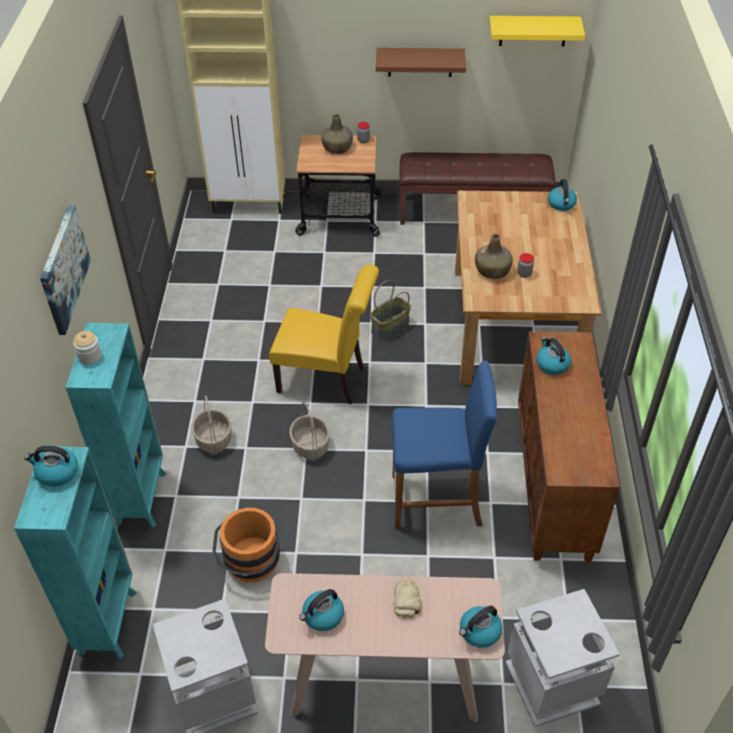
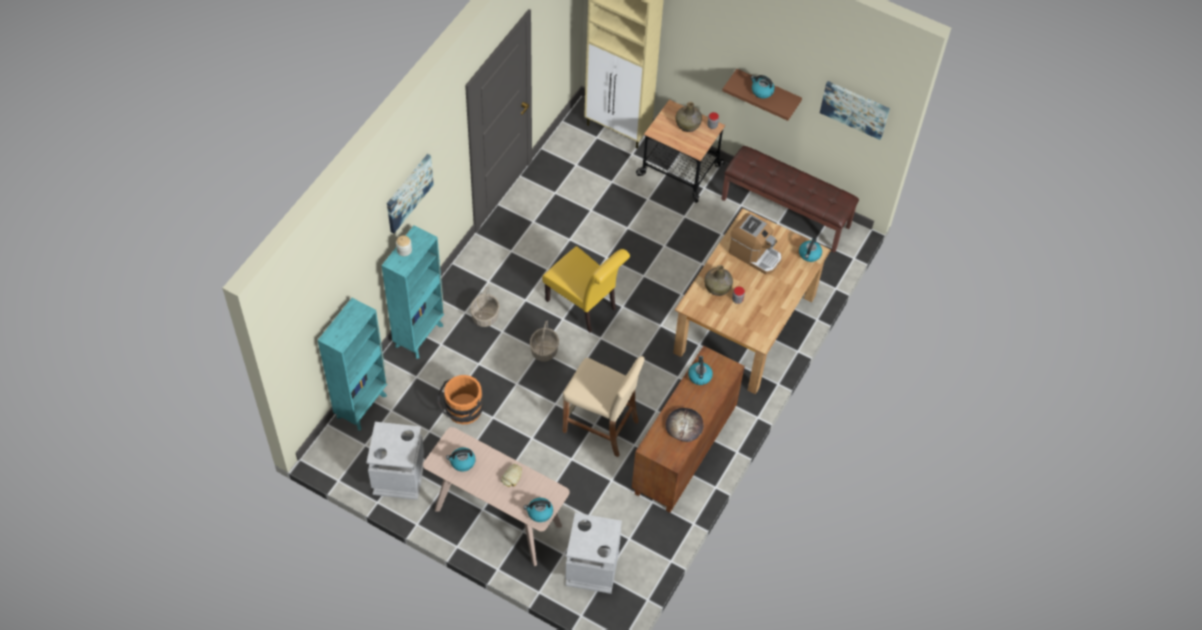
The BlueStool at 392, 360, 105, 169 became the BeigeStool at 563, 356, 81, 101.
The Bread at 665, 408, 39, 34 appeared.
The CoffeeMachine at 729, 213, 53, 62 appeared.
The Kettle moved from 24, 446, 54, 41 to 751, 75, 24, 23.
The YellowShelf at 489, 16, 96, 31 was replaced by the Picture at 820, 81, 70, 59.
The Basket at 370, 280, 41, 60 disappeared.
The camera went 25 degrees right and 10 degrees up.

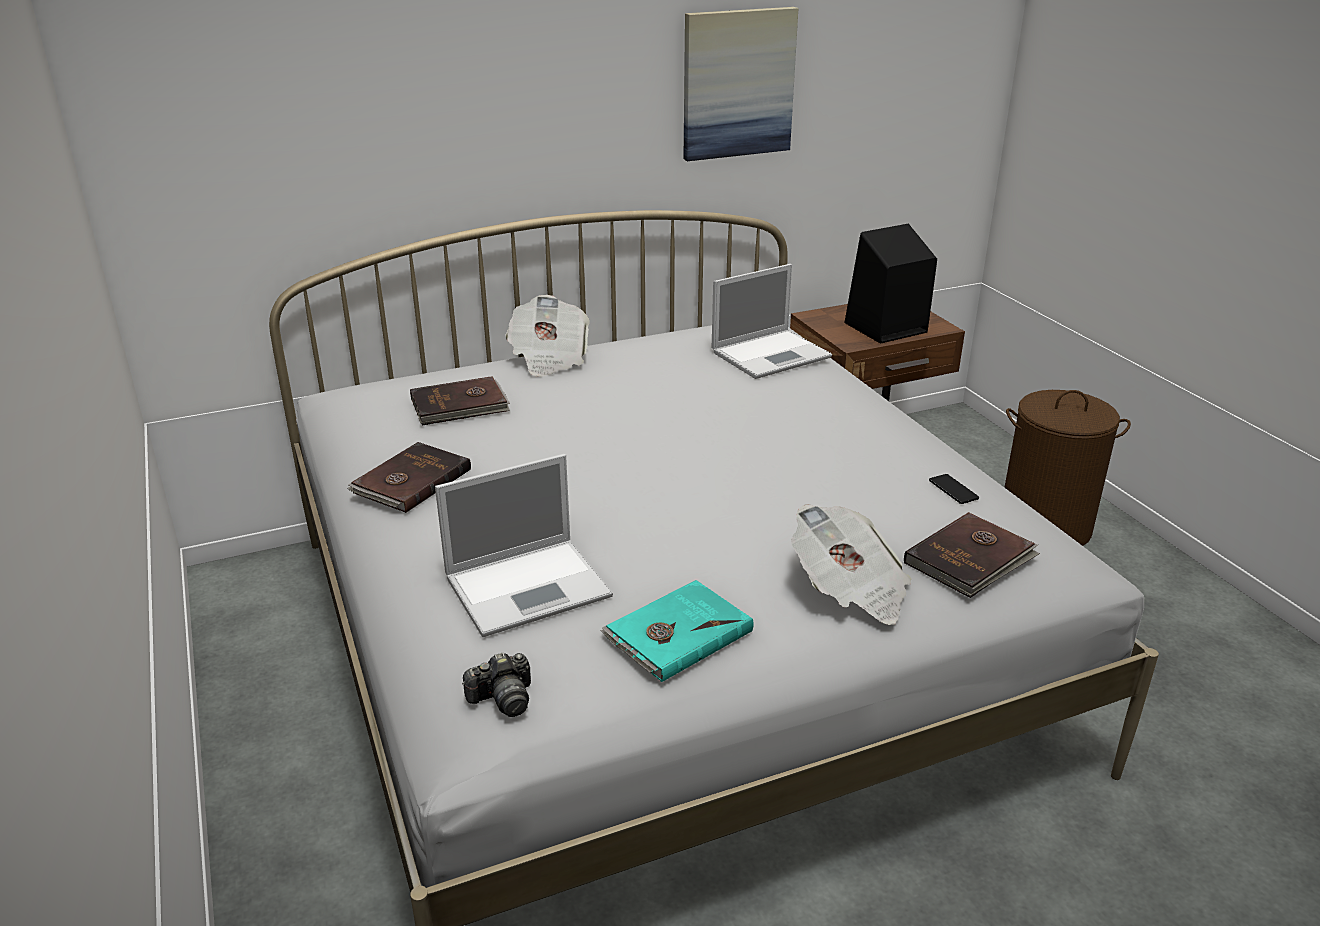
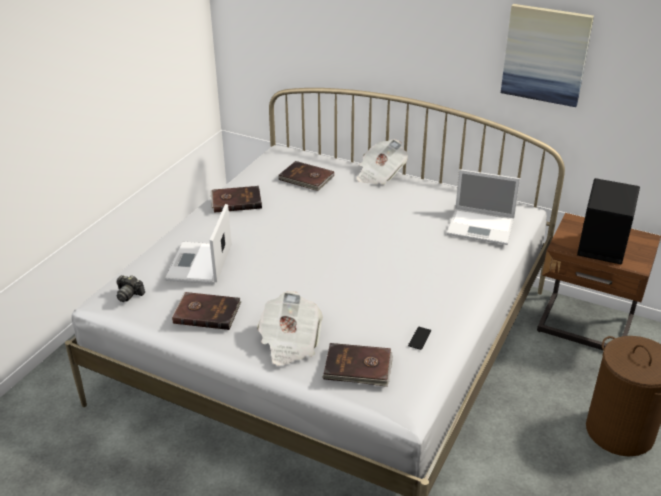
The Laptop at 435, 454, 178, 183 turned 75 degrees clockwise.
The TurquoiseBook at 601, 580, 153, 102 became the BrownBook at 172, 292, 69, 38.
The camera went 50 degrees right and 5 degrees up.

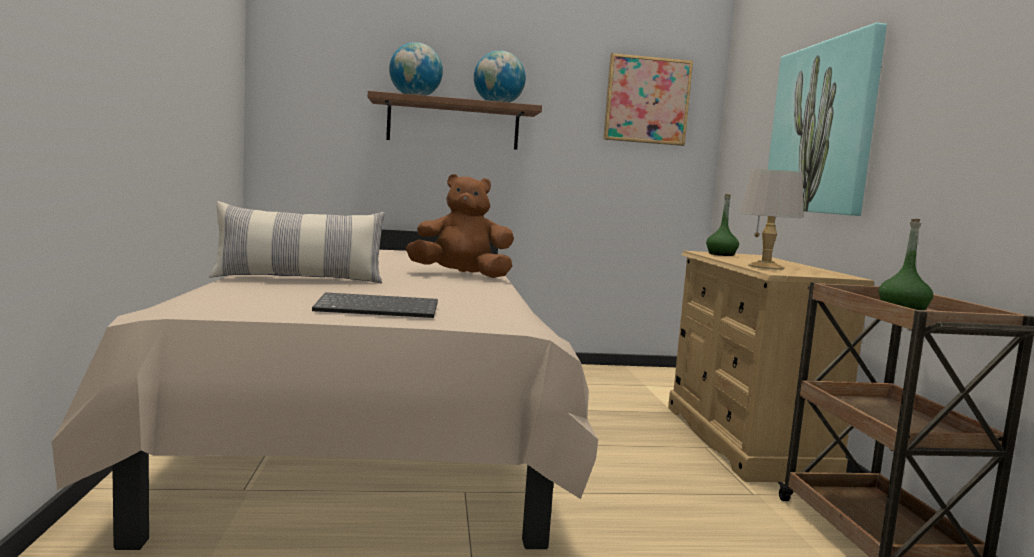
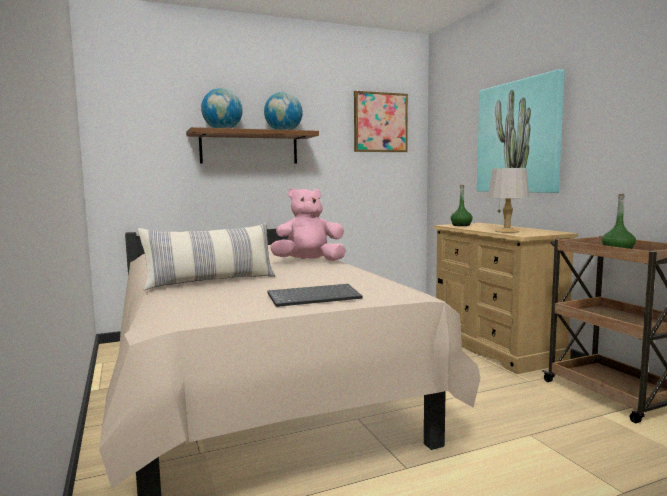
The BrownPlushToy at 406, 174, 108, 104 became the PinkPlushToy at 270, 188, 76, 73.
The camera went 15 degrees left and 0 degrees up.

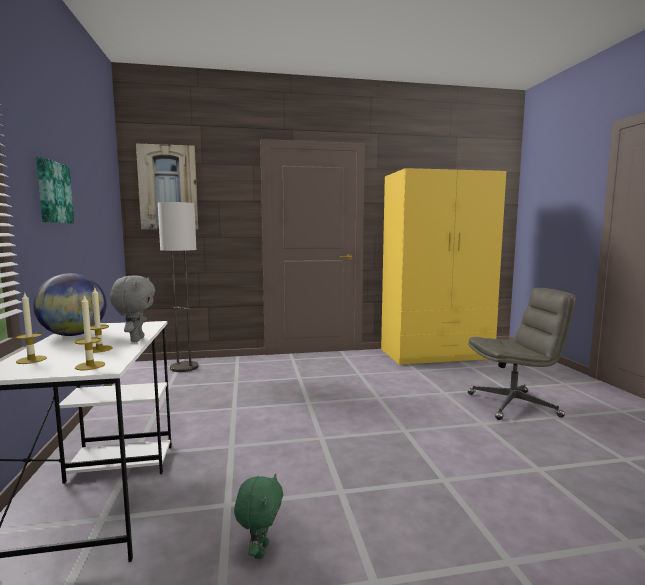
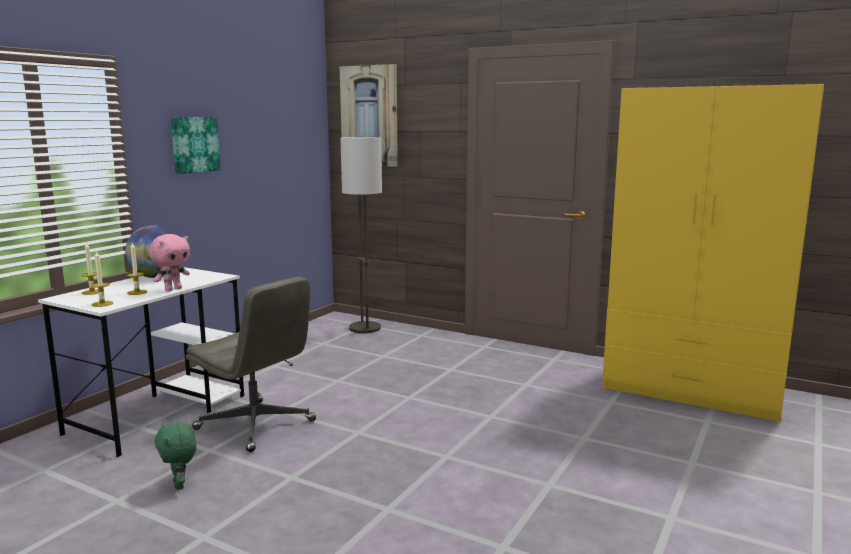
The GreyPlushToy at 110, 275, 46, 67 became the PinkPlushToy at 149, 234, 41, 57.
The GreenPlushToy at 234, 473, 49, 86 turned 105 degrees clockwise.
The GreyOfficeChair moved from 468, 288, 108, 132 to 186, 276, 130, 176.
The camera went 40 degrees right and 5 degrees up.

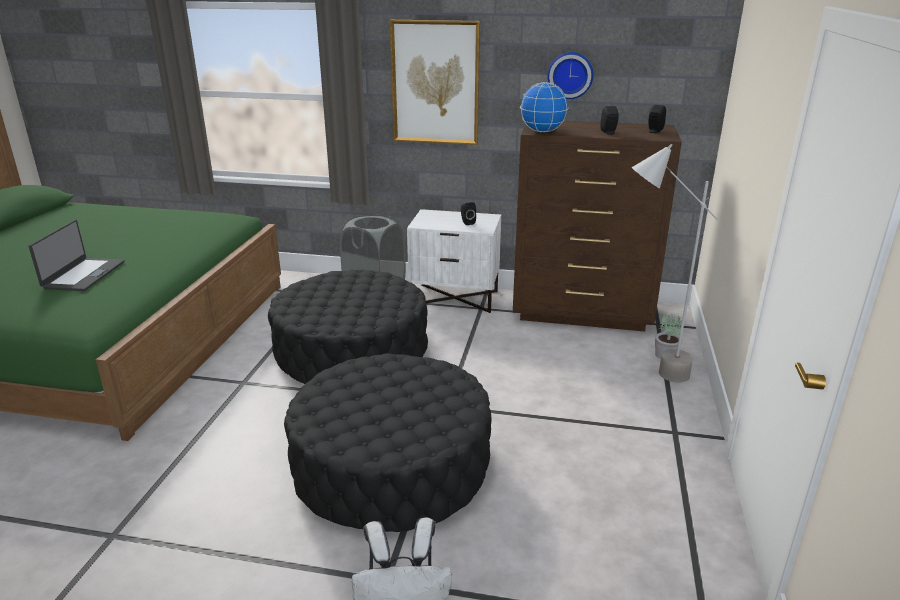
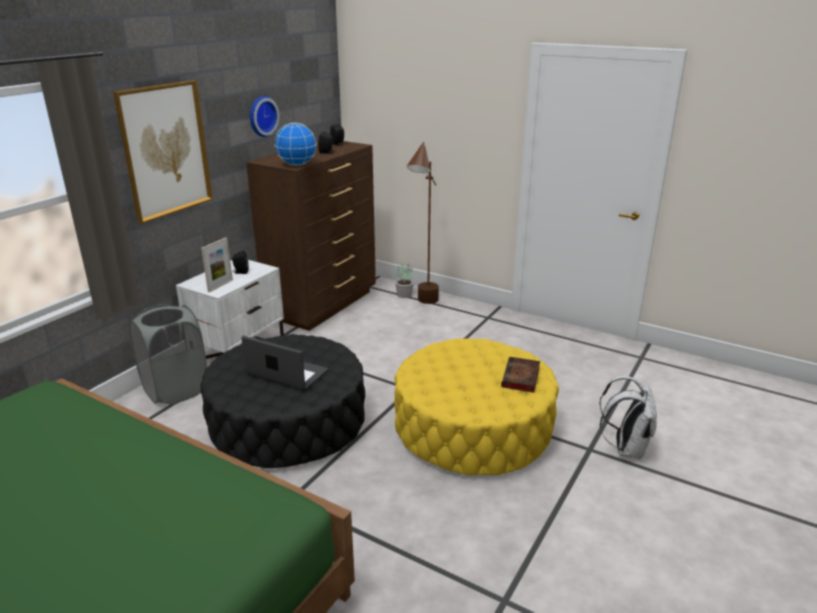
The PictureFrame at 201, 237, 32, 55 appeared.
The Laptop moved from 29, 220, 96, 71 to 241, 336, 87, 54.
The BlackOttoman at 284, 353, 207, 179 became the YellowOttoman at 394, 338, 165, 137.
The GreyFloorLamp at 632, 144, 86, 239 became the BrownFloorLamp at 406, 142, 33, 162.
The Book at 501, 357, 39, 36 appeared.
The camera went 70 degrees left and 0 degrees up.

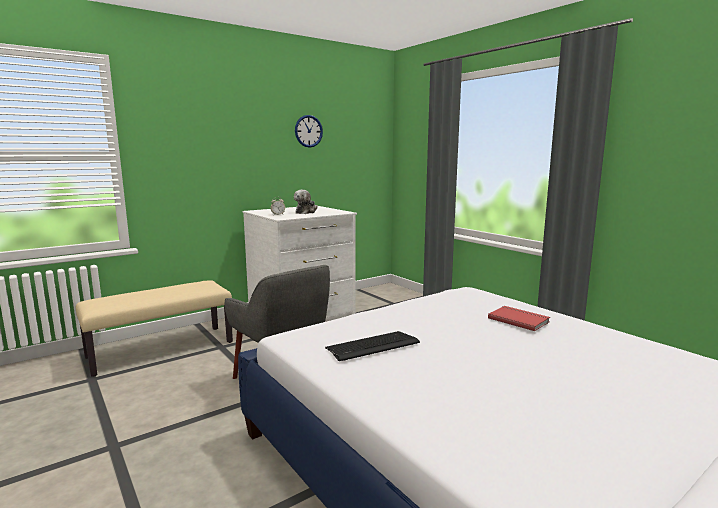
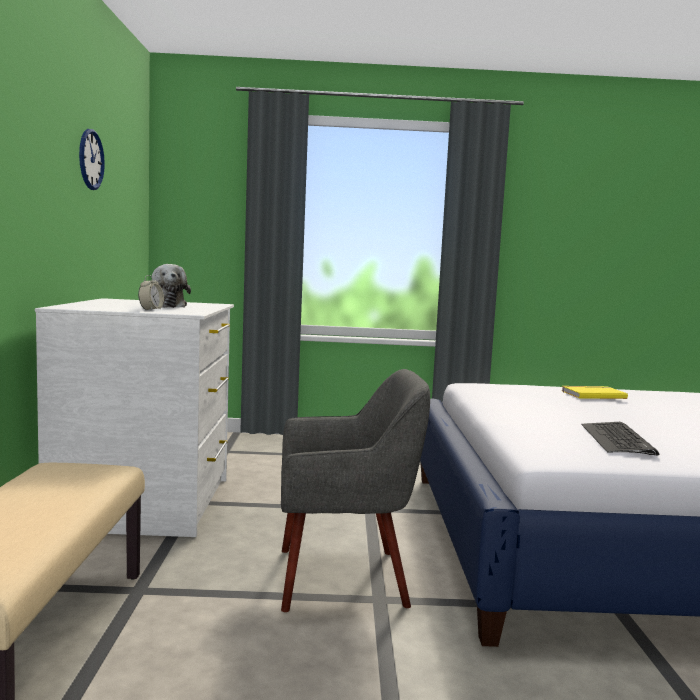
The RedBook at 488, 306, 62, 25 became the YellowBook at 562, 386, 66, 13.
The camera went 55 degrees left and 5 degrees down.

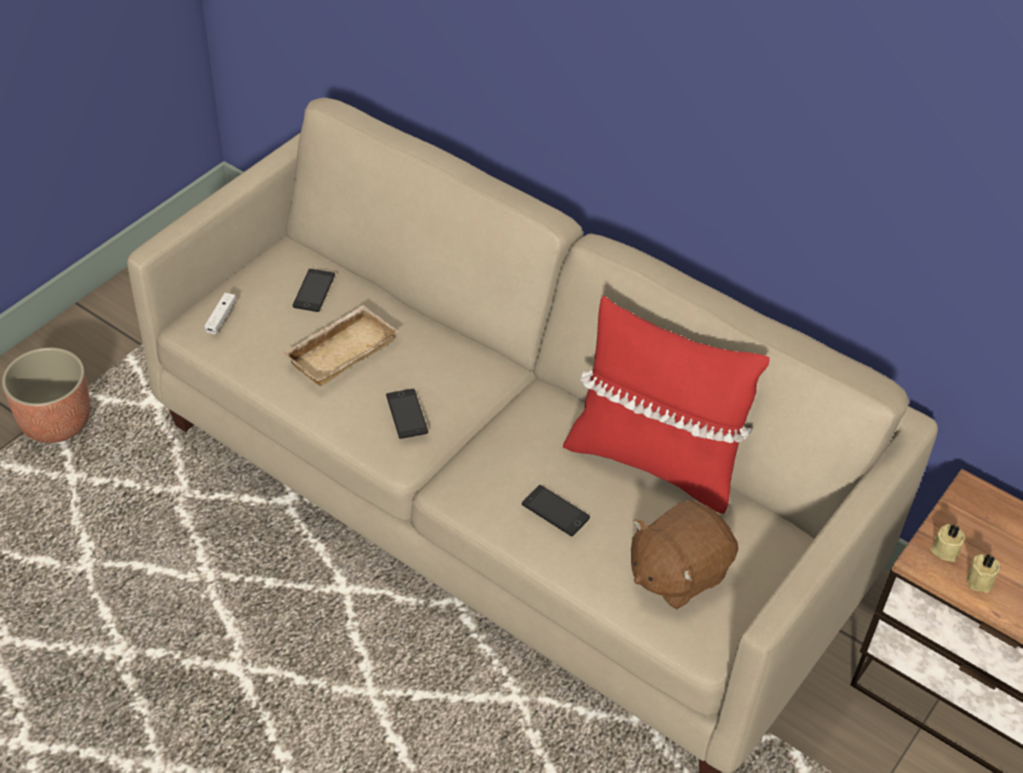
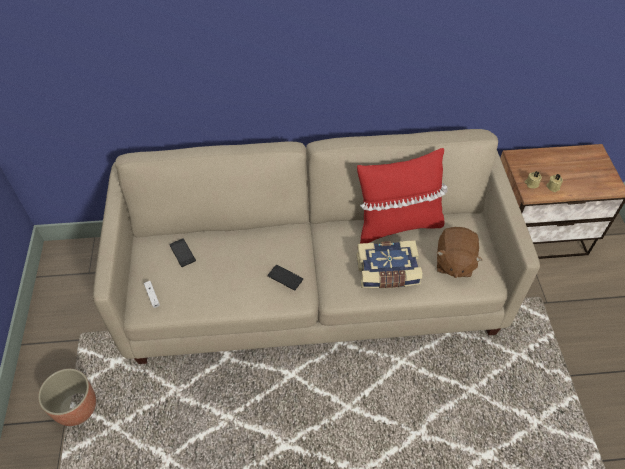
The Phone at 522, 485, 68, 52 was replaced by the Book at 357, 240, 65, 48.
The BeigeTray at 282, 305, 117, 81 disappeared.
The camera went 40 degrees left and 5 degrees up.

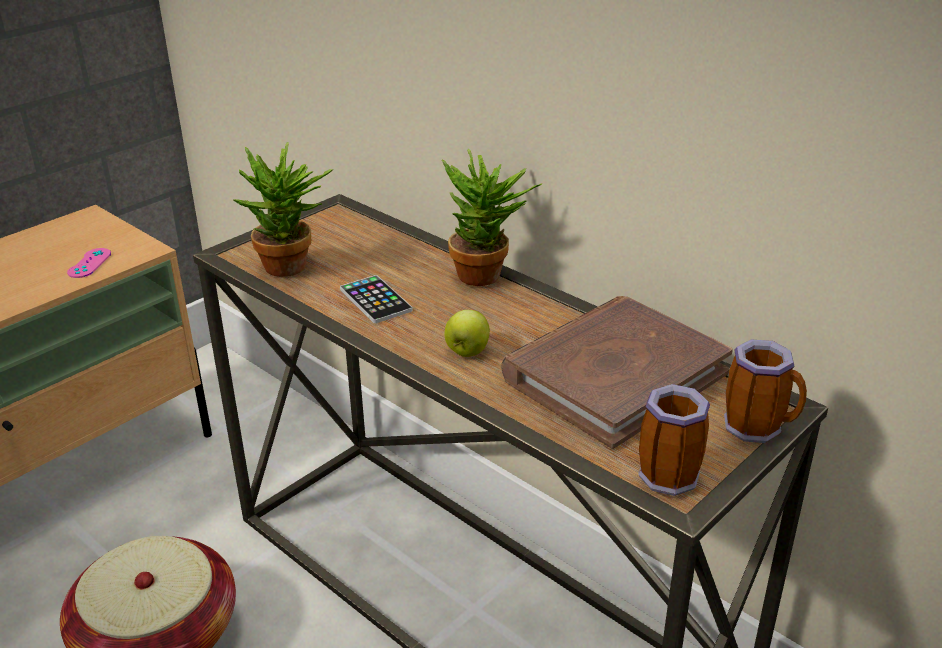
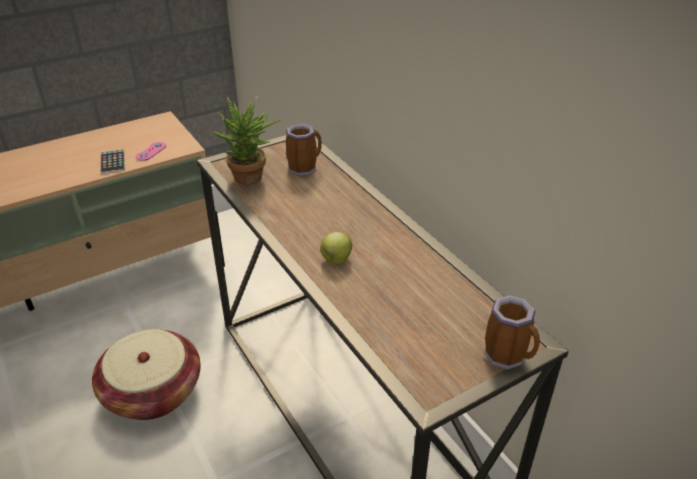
The Phone moved from 340, 275, 73, 48 to 100, 149, 25, 25.
The Mug moved from 638, 384, 72, 112 to 286, 124, 36, 52.
The PottedPlant at 441, 149, 101, 137 disappeared.
The BrownBook at 501, 296, 232, 153 disappeared.
The camera went 15 degrees right and 5 degrees up.

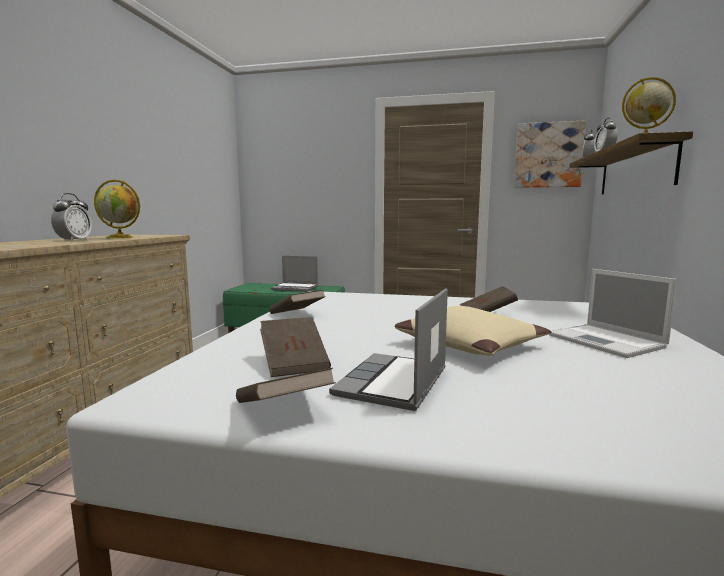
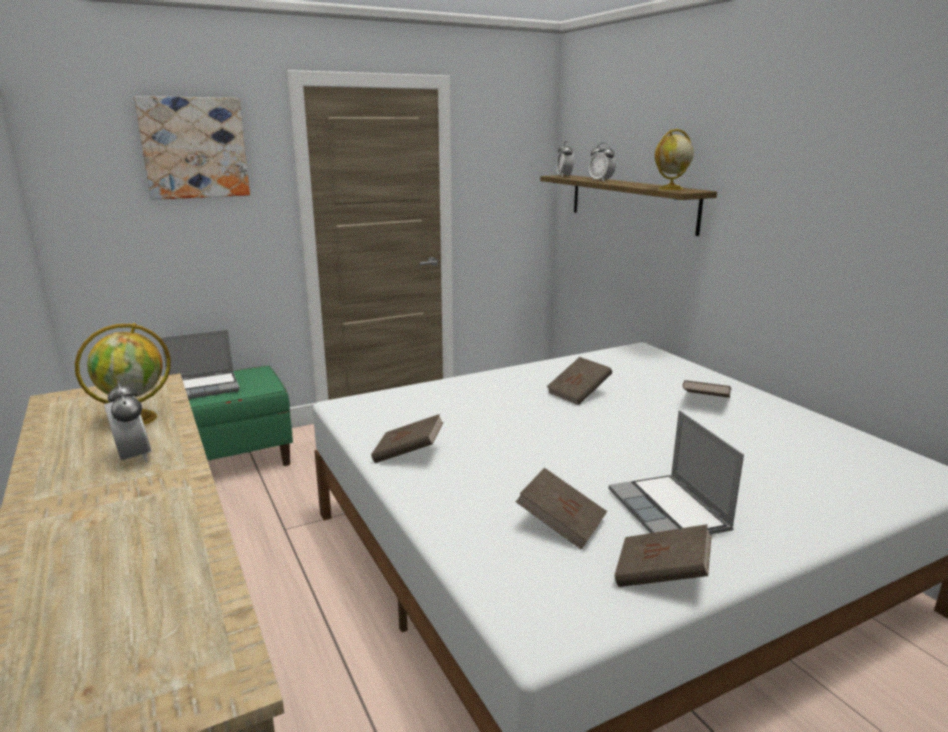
The Picture moved from 514, 121, 72, 67 to 134, 96, 116, 104.
The Laptop at 549, 269, 128, 89 was replaced by the BrownBook at 683, 380, 48, 18.
The BeigePillow at 395, 306, 156, 49 disappeared.
The camera went 40 degrees left and 10 degrees up.

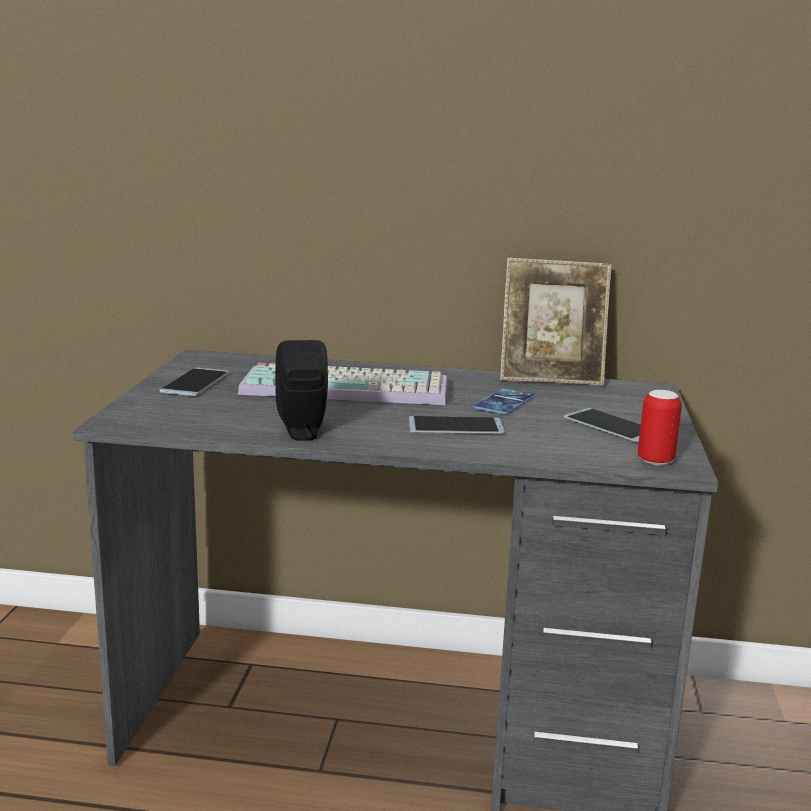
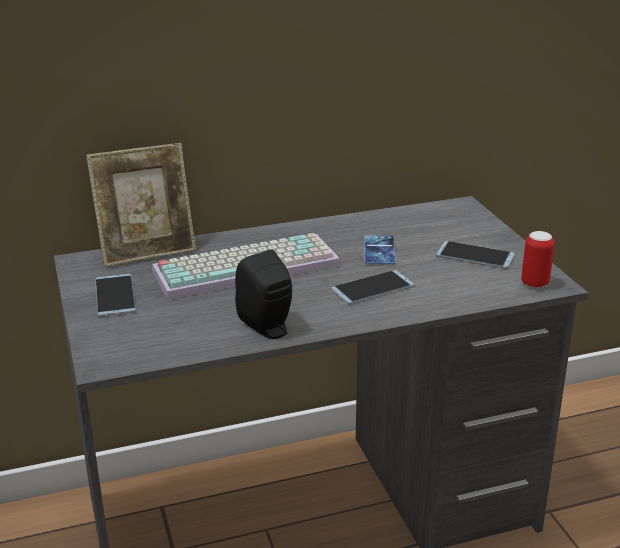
The PictureFrame moved from 500, 258, 111, 127 to 86, 143, 110, 124.
The camera went 25 degrees left and 10 degrees up.

